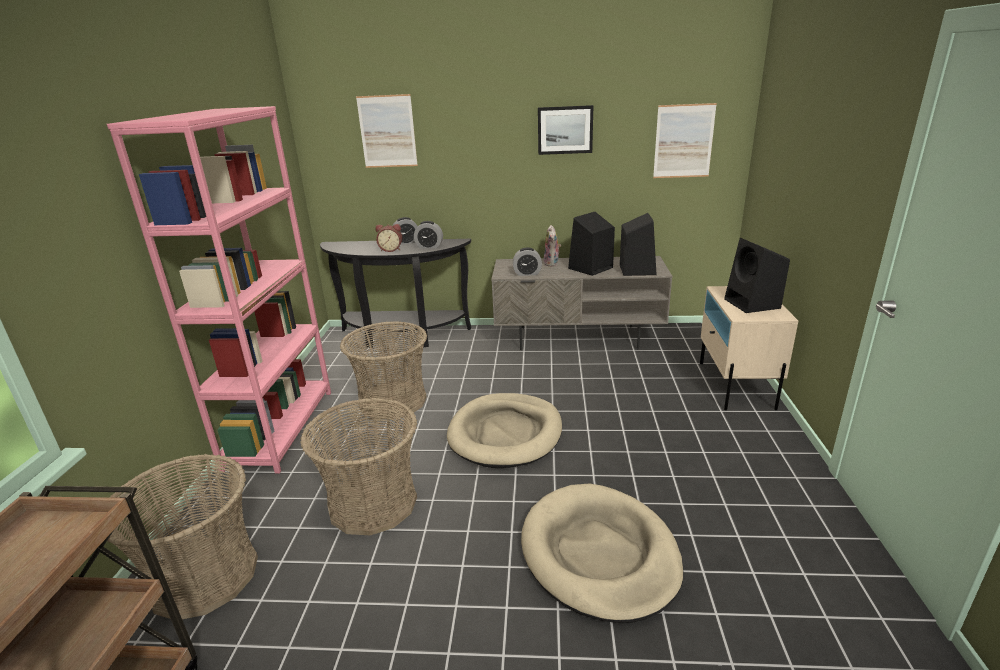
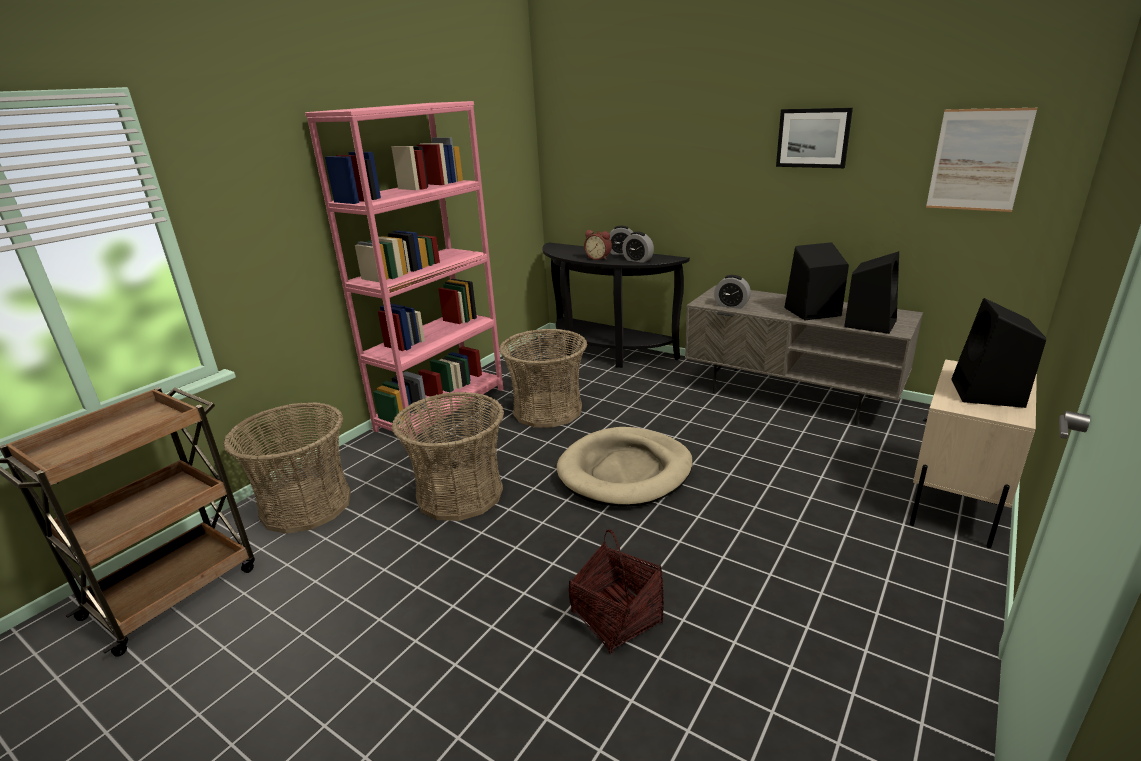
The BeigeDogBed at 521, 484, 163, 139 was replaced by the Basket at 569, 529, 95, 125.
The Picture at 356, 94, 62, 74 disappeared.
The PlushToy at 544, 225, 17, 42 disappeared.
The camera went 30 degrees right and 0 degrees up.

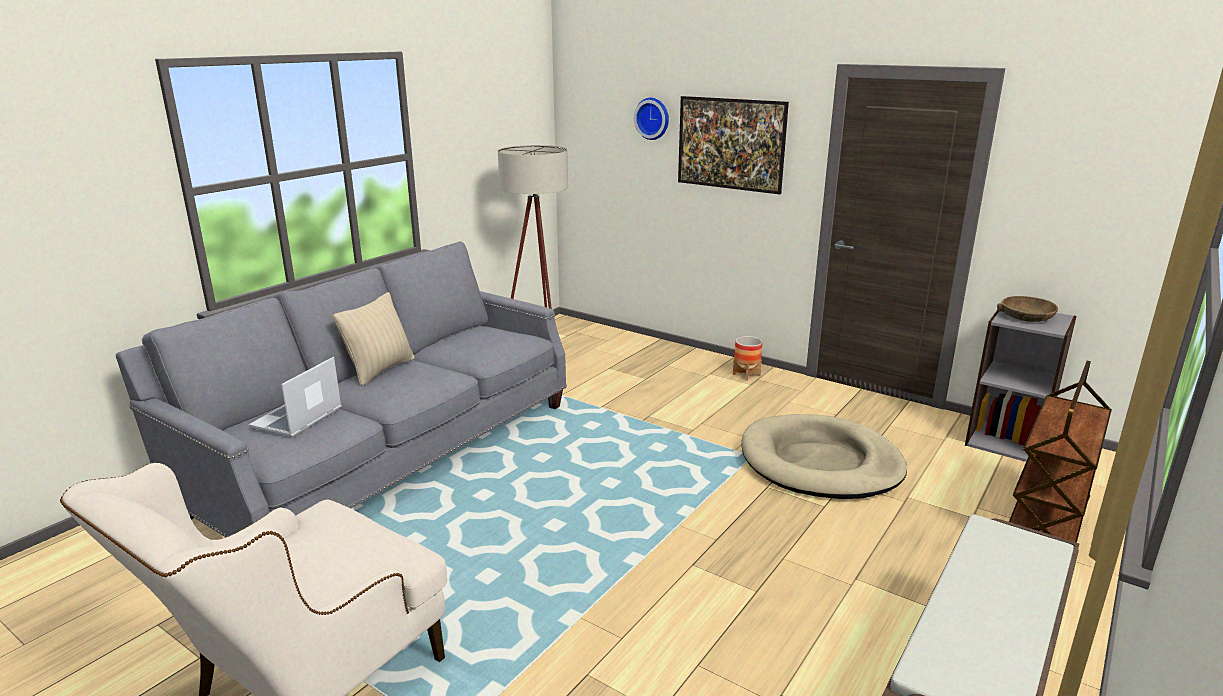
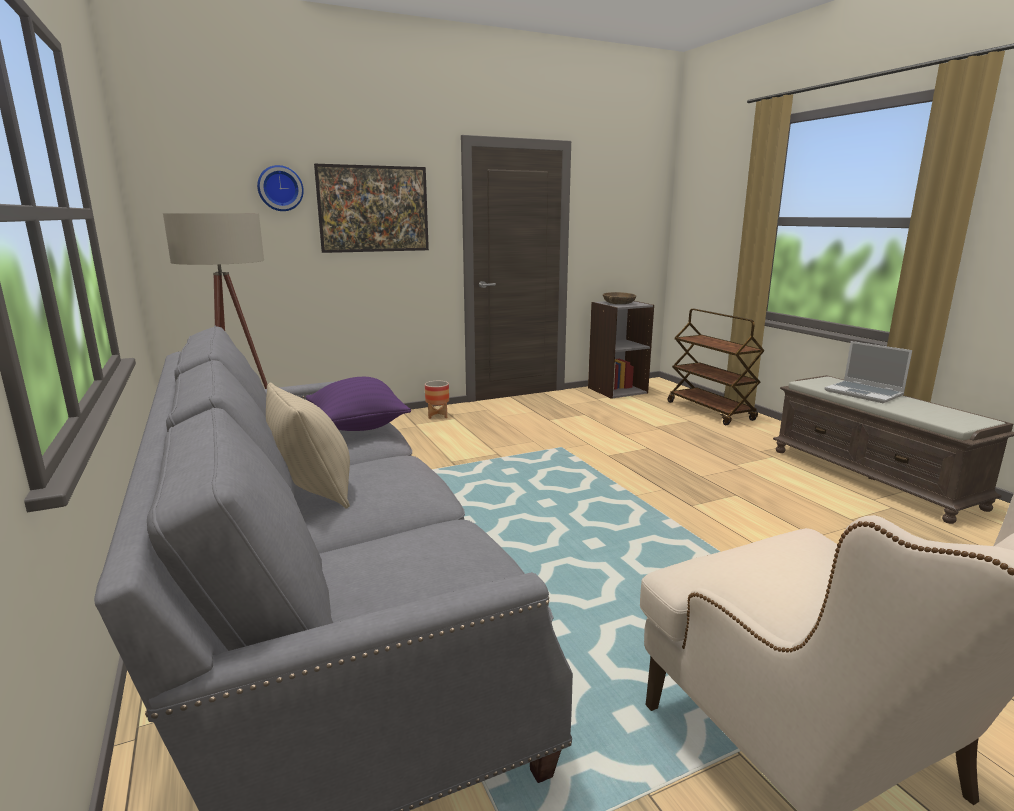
The PurplePillow at 306, 377, 105, 54 appeared.
The Laptop moved from 249, 357, 93, 80 to 825, 341, 87, 62.
The BeigeDogBed at 742, 414, 165, 85 disappeared.
The camera went 60 degrees left and 5 degrees down.

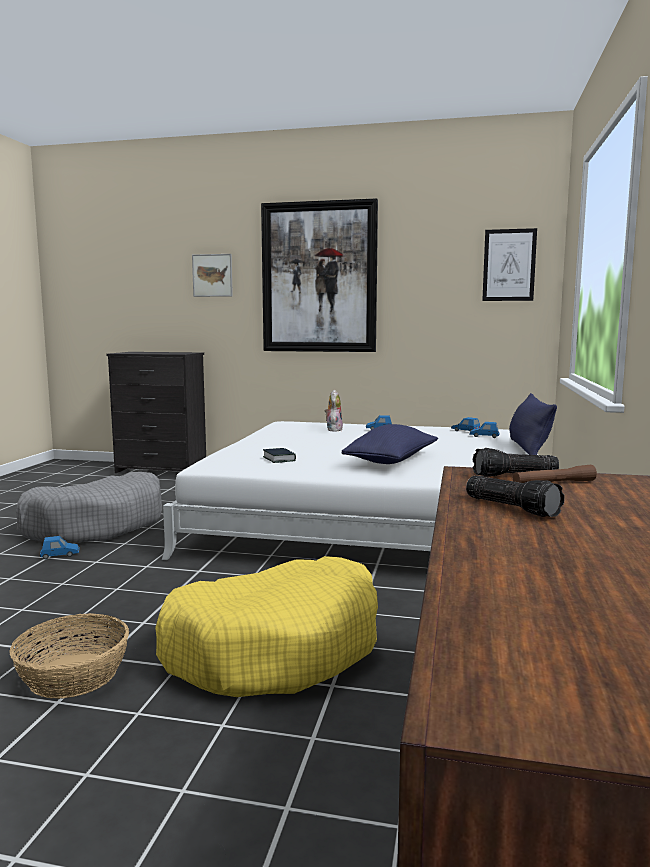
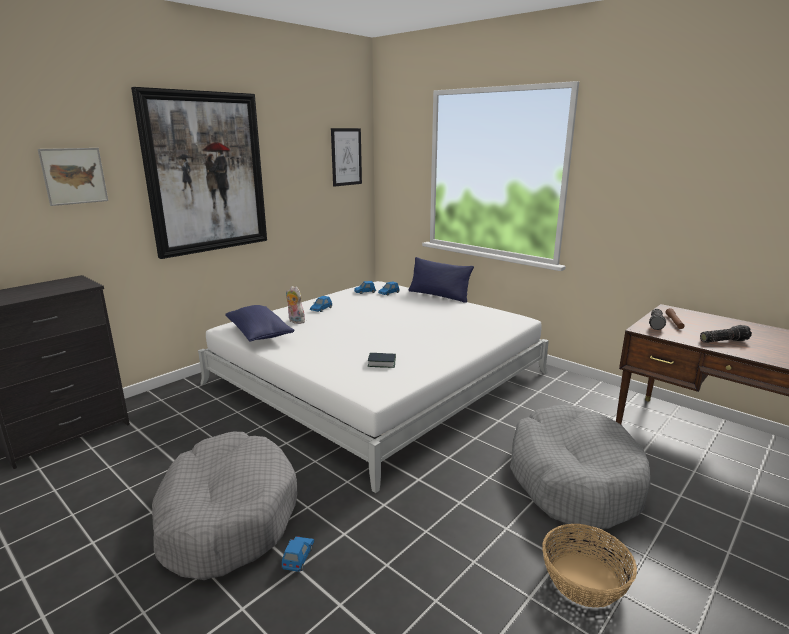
The BluePillow moved from 342, 424, 96, 40 to 225, 305, 70, 37.
The YellowDogBed at 155, 556, 223, 141 became the GreyDogBed at 510, 405, 140, 125.
The camera went 60 degrees left and 10 degrees up.

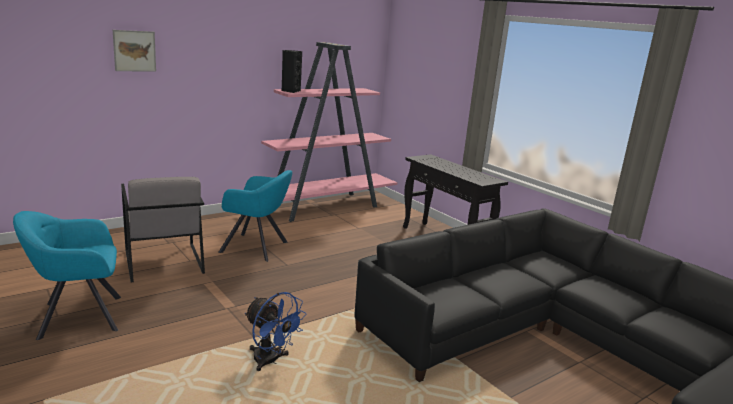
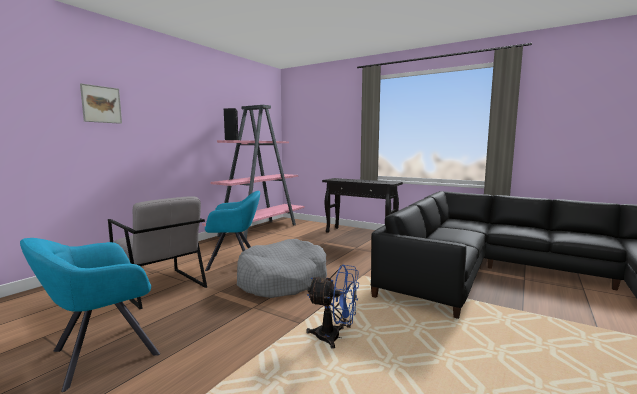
The GreyDogBed at 237, 239, 90, 59 appeared.
The camera went 20 degrees left and 10 degrees down.

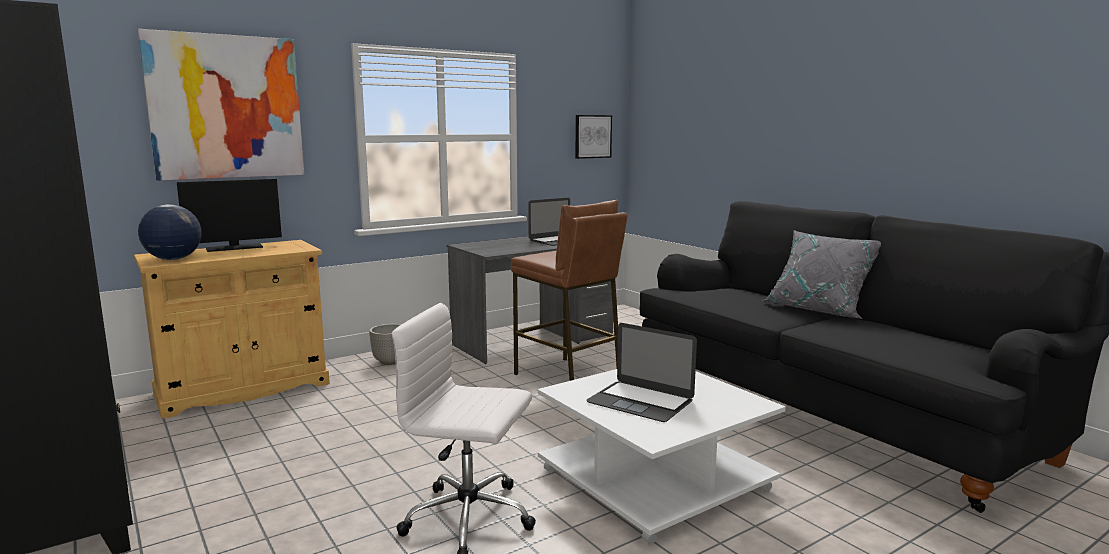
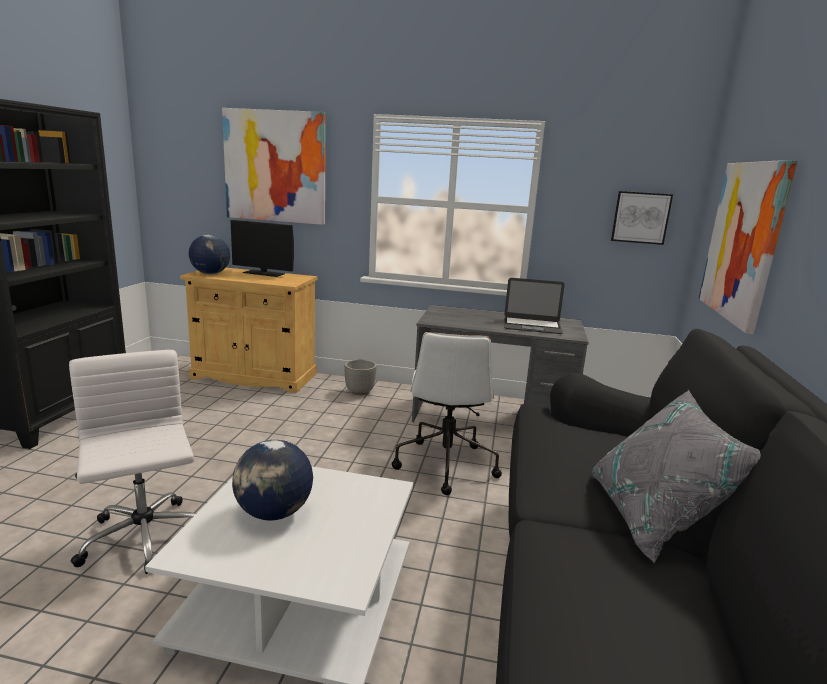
The Laptop at 586, 323, 111, 99 was replaced by the Globe at 232, 440, 81, 81.
The BrownStool at 511, 200, 117, 181 was replaced by the WhiteOfficeChair at 392, 332, 110, 163.
The Picture at 698, 160, 99, 174 appeared.
The camera went 45 degrees right and 5 degrees up.

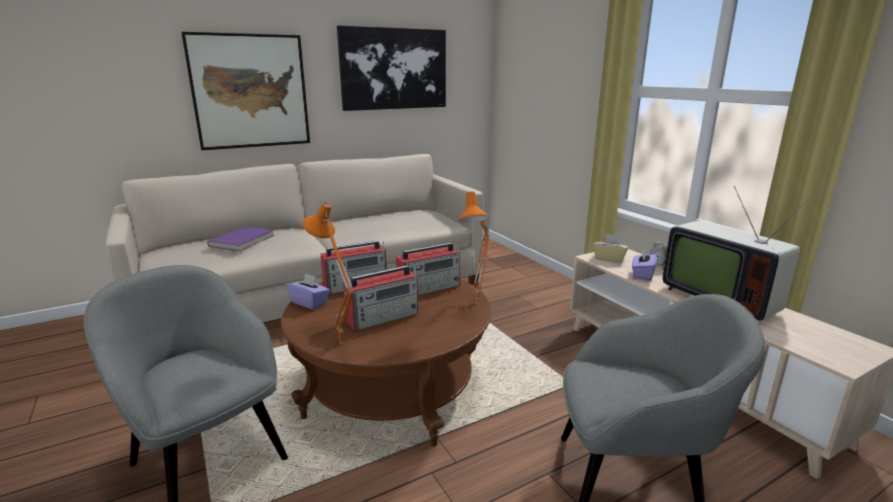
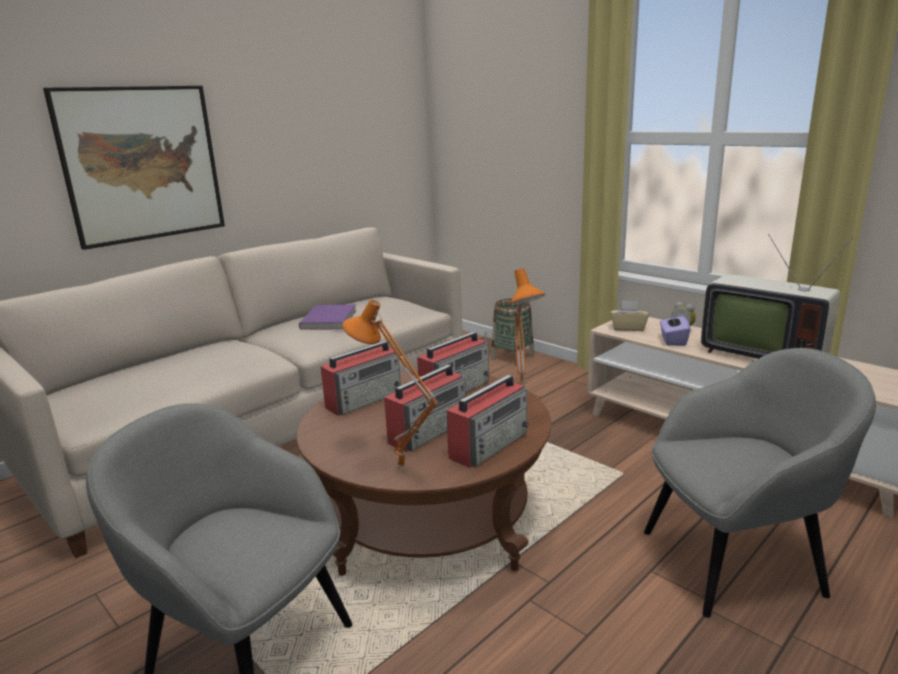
The PurpleBook moved from 207, 226, 67, 25 to 299, 305, 57, 25.
The Radio at 447, 374, 82, 94 appeared.
The Basket at 491, 298, 43, 68 appeared.
The PurpleTissueBox at 286, 273, 44, 37 disappeared.
The Picture at 337, 25, 109, 86 disappeared.
The camera went 15 degrees left and 0 degrees up.

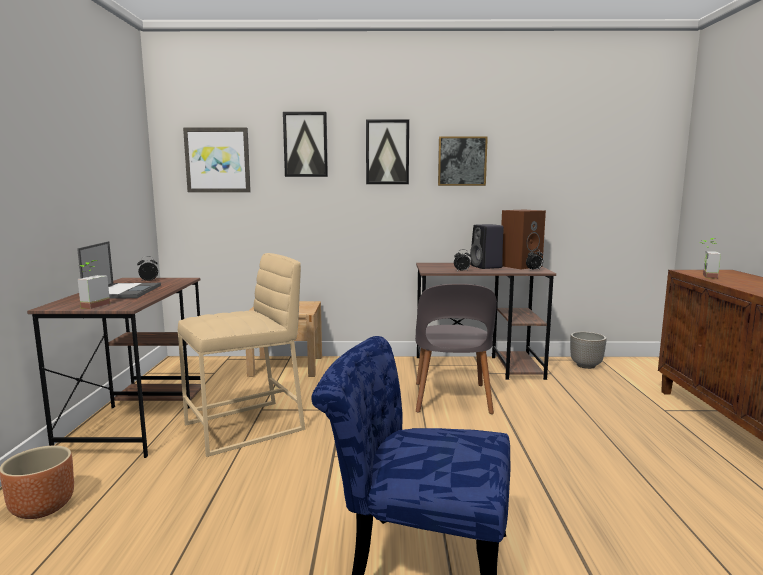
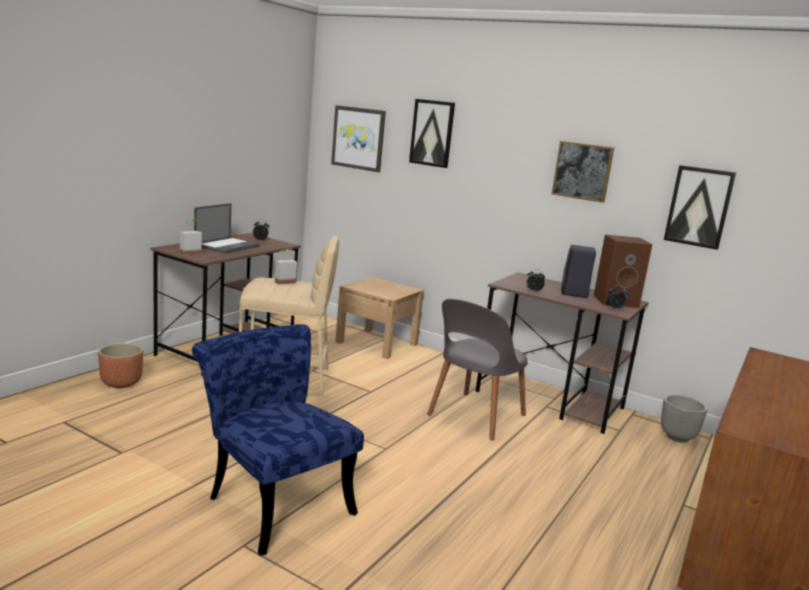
The PottedPlant moved from 699, 238, 22, 41 to 275, 248, 22, 37.
The Picture moved from 366, 119, 43, 65 to 664, 165, 72, 85.
The camera went 30 degrees right and 5 degrees up.

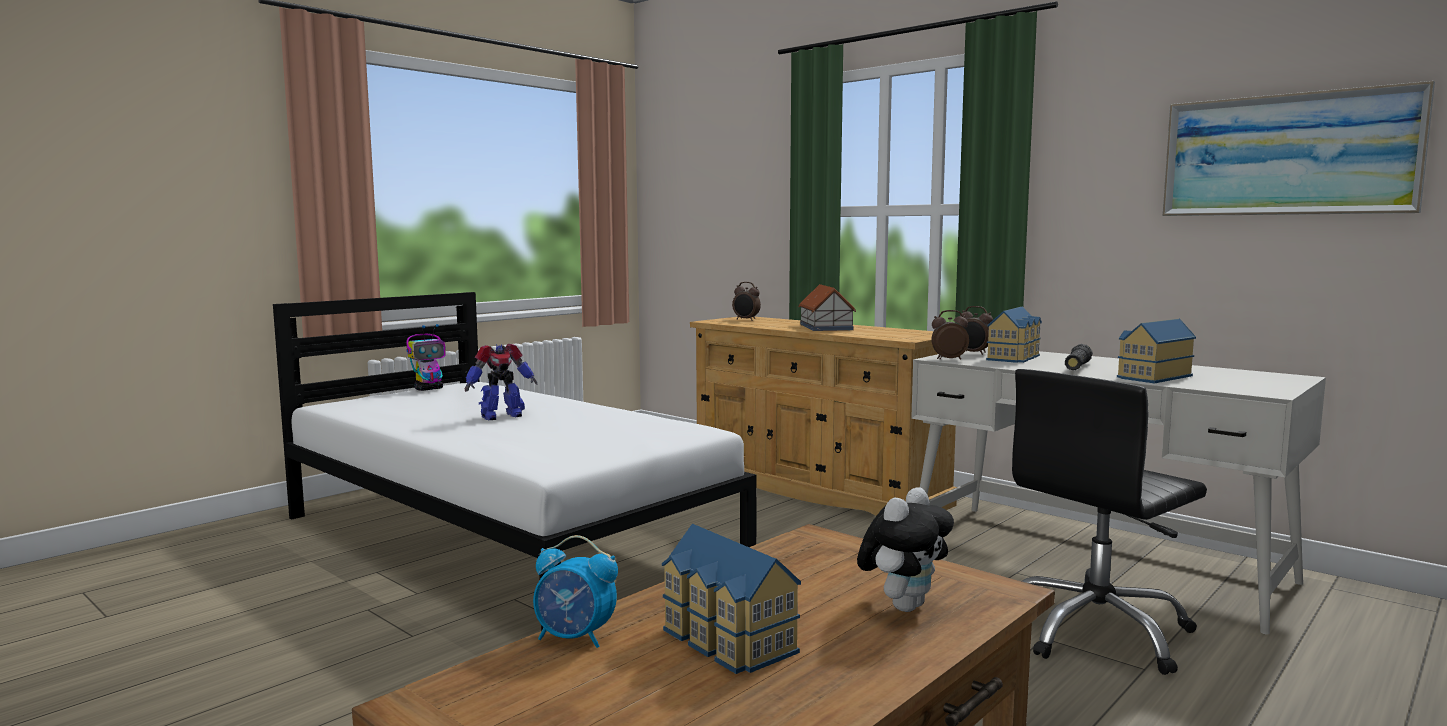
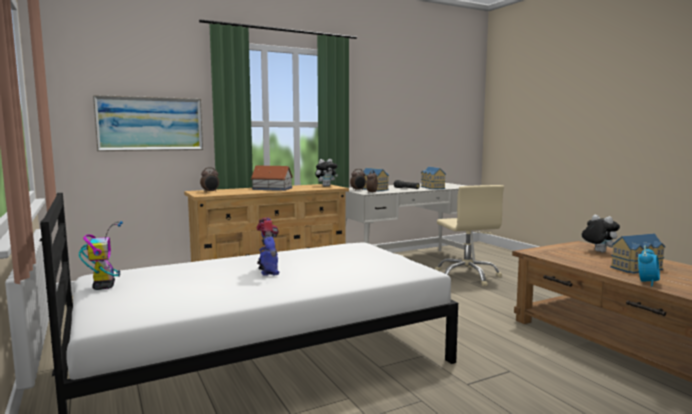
The Picture moved from 1162, 81, 273, 135 to 93, 95, 110, 56.
The PlushToy at 315, 159, 23, 28 appeared.
The BlackOfficeChair at 1012, 369, 195, 306 became the BeigeOfficeChair at 435, 185, 69, 101.
The camera went 70 degrees left and 0 degrees up.

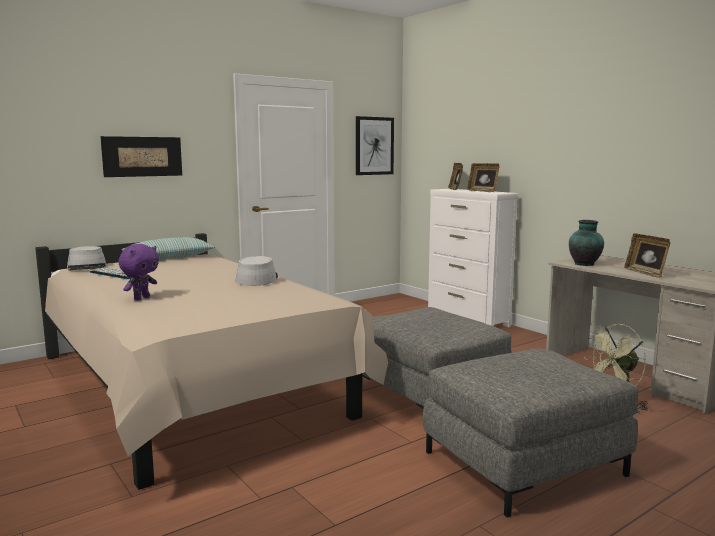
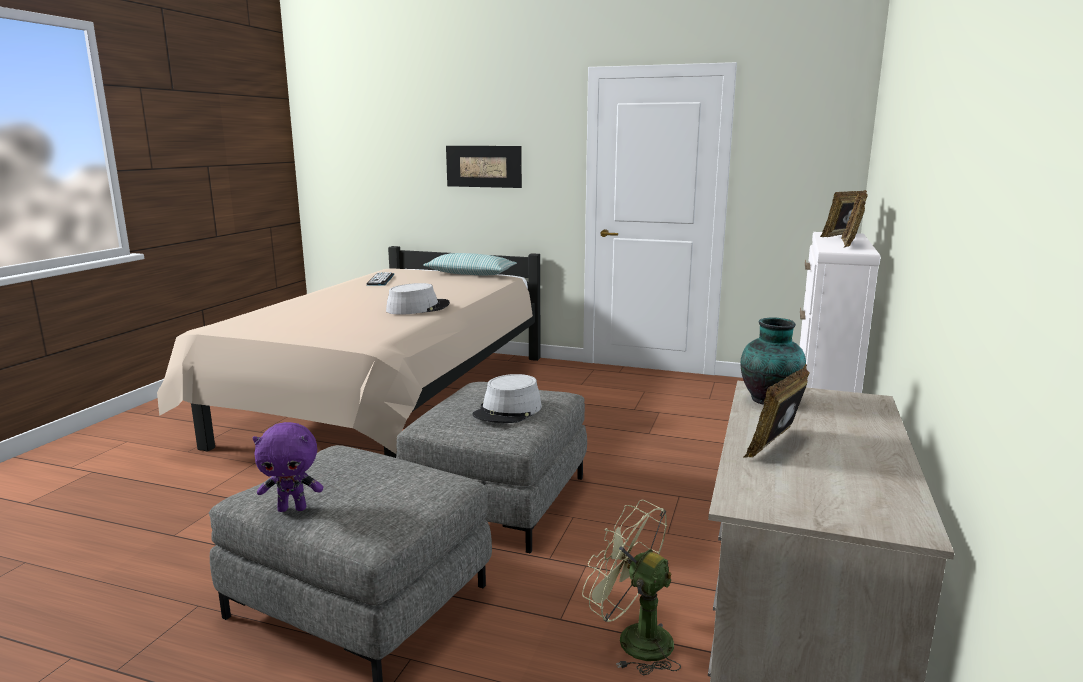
The PurplePlushToy moved from 118, 244, 41, 56 to 253, 422, 70, 90.
The GreyHat moved from 67, 246, 40, 25 to 472, 374, 70, 49.
The Picture at 356, 116, 38, 59 disappeared.
The camera went 55 degrees right and 5 degrees up.

